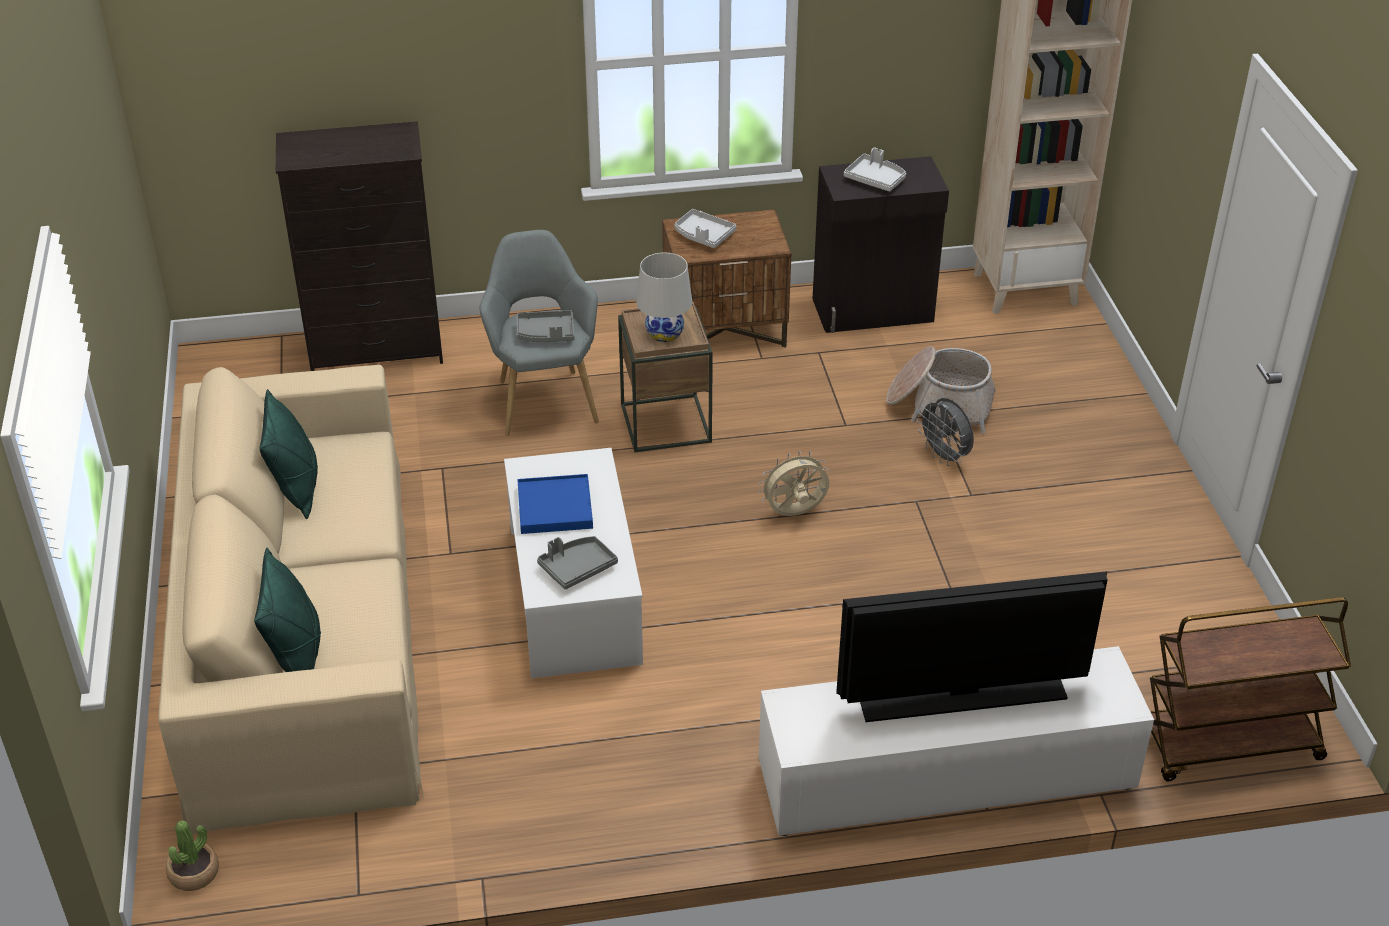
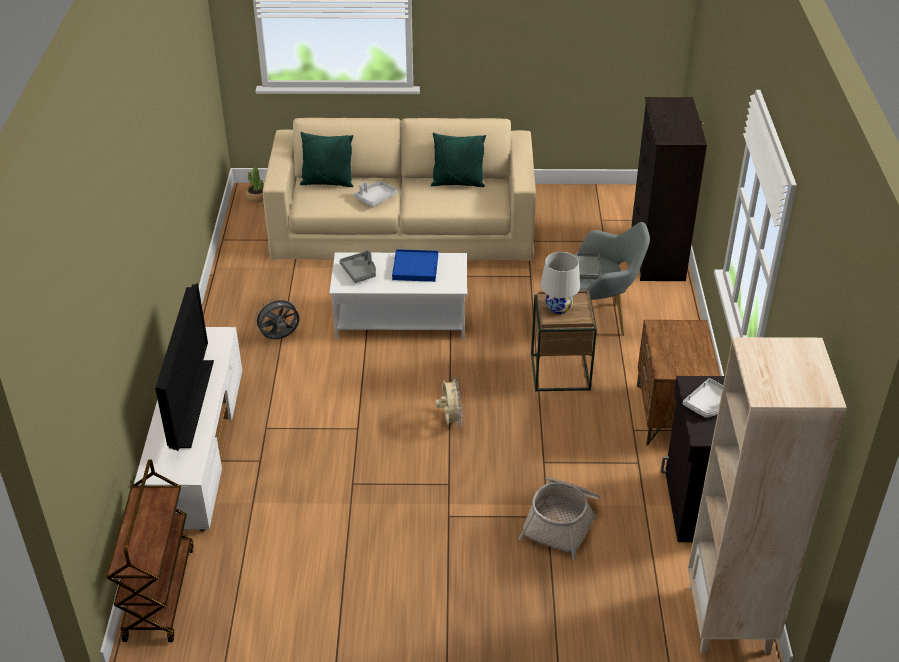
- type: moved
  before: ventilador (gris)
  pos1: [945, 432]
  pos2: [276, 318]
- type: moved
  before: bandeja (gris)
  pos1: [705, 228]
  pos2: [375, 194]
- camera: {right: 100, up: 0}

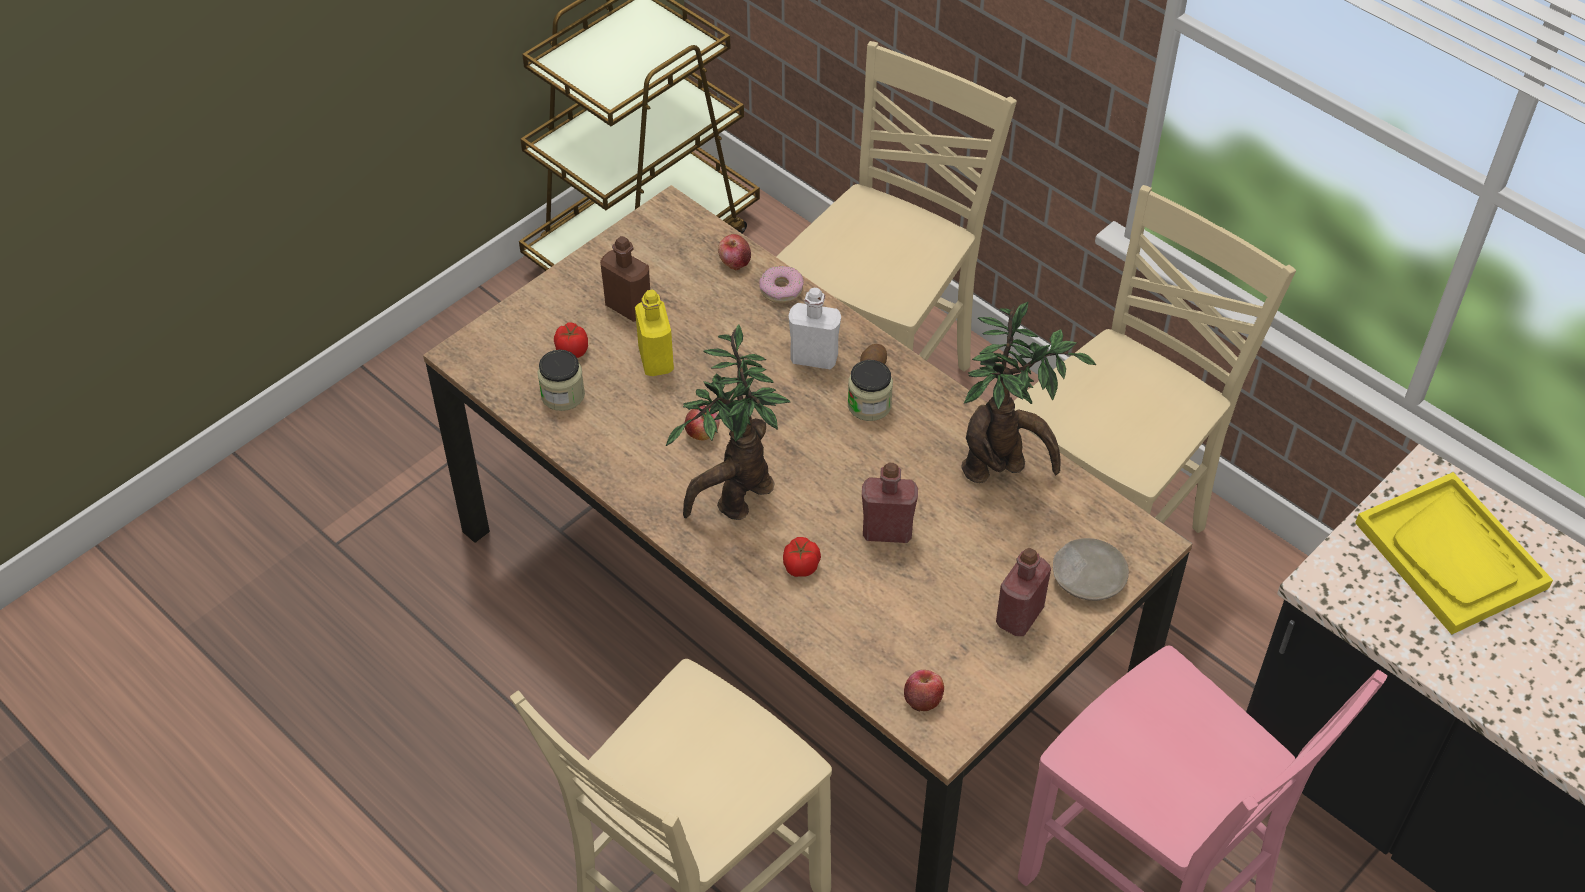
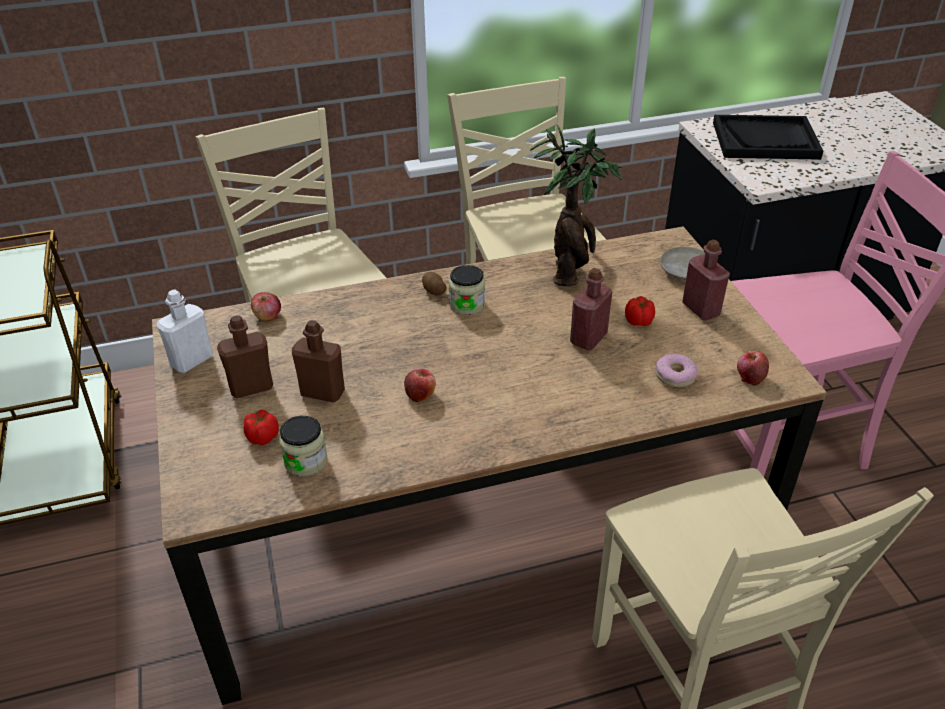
- type: moved
  before: botella (blanco)
  pos1: [814, 328]
  pos2: [185, 331]
- type: recoloured
  before: botella (amarillo)
  after: botella (marrón)
  pos1: [654, 332]
  pos2: [318, 361]
- type: moved
  before: tomate
  pos1: [802, 557]
  pos2: [640, 311]
- type: moved
  before: rosquilla
  pos1: [781, 284]
  pos2: [676, 370]
- type: recoloured
  before: bandeja (amarillo)
  after: bandeja (negro)
  pos1: [1454, 553]
  pos2: [768, 137]
- type: removed
  before: planta en maceta
  pos1: [728, 422]
- camera: {right: -60, up: -10}

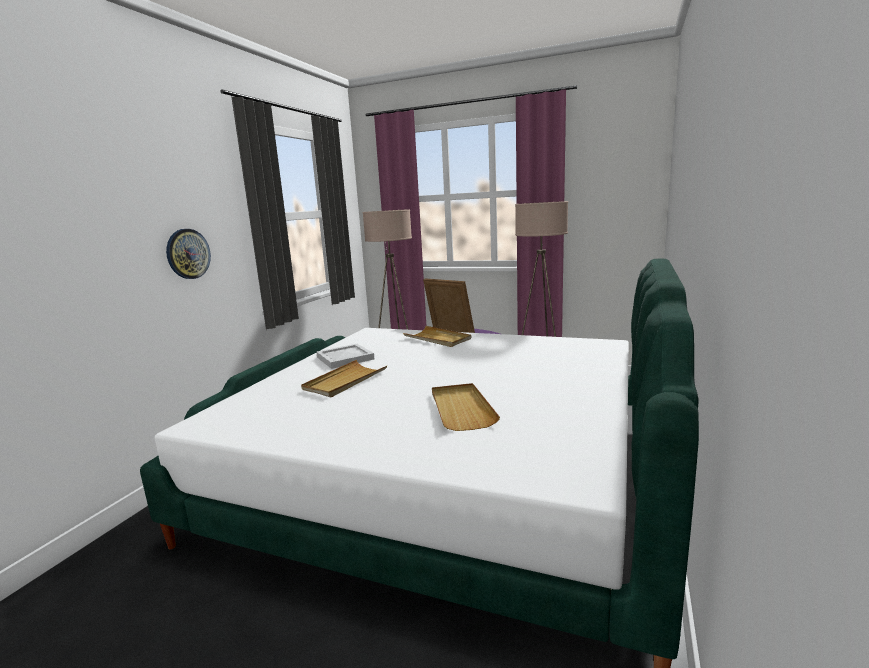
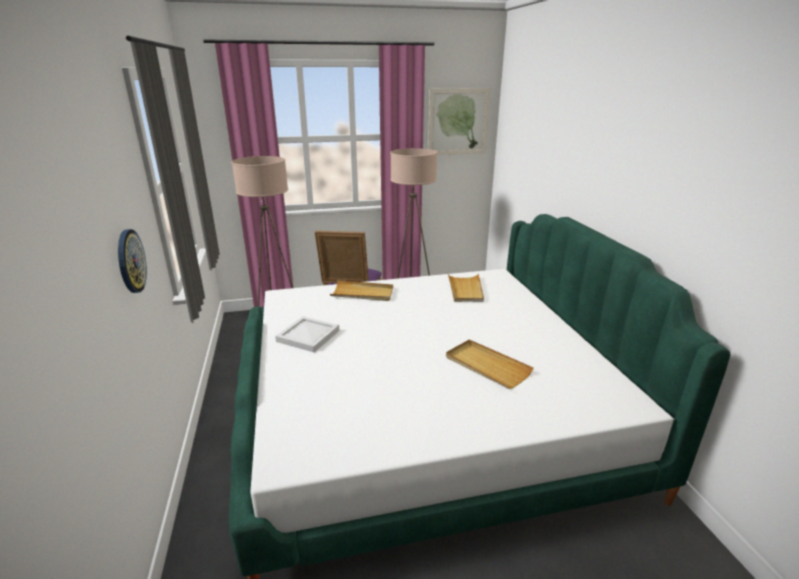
- type: added
  after: cuadro
  pos2: [459, 121]
- type: moved
  before: bandeja (beis)
  pos1: [344, 378]
  pos2: [466, 287]
- camera: {right: -35, up: 10}

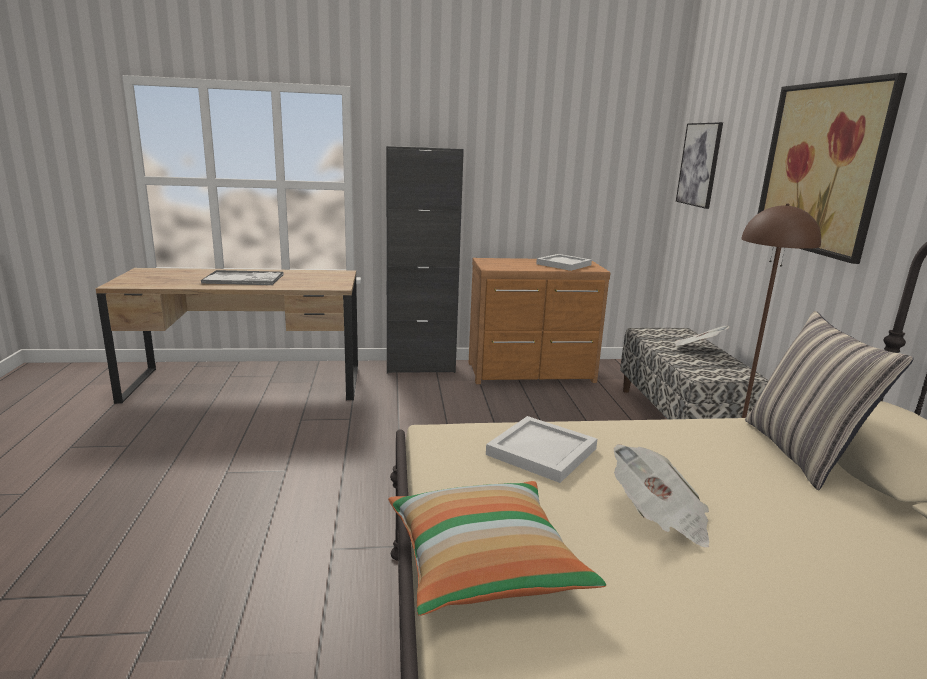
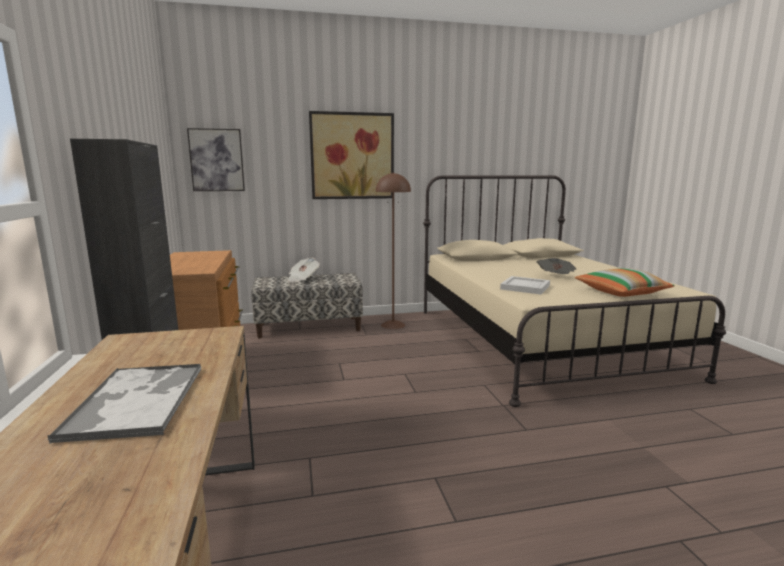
- type: removed
  before: bandeja (blanco)
  pos1: [564, 262]
- type: removed
  before: cojín
  pos1: [829, 400]
- camera: {right: -95, up: -5}

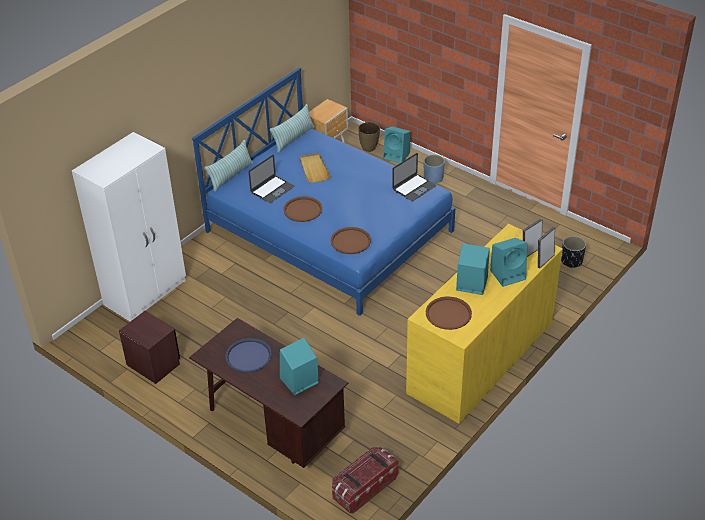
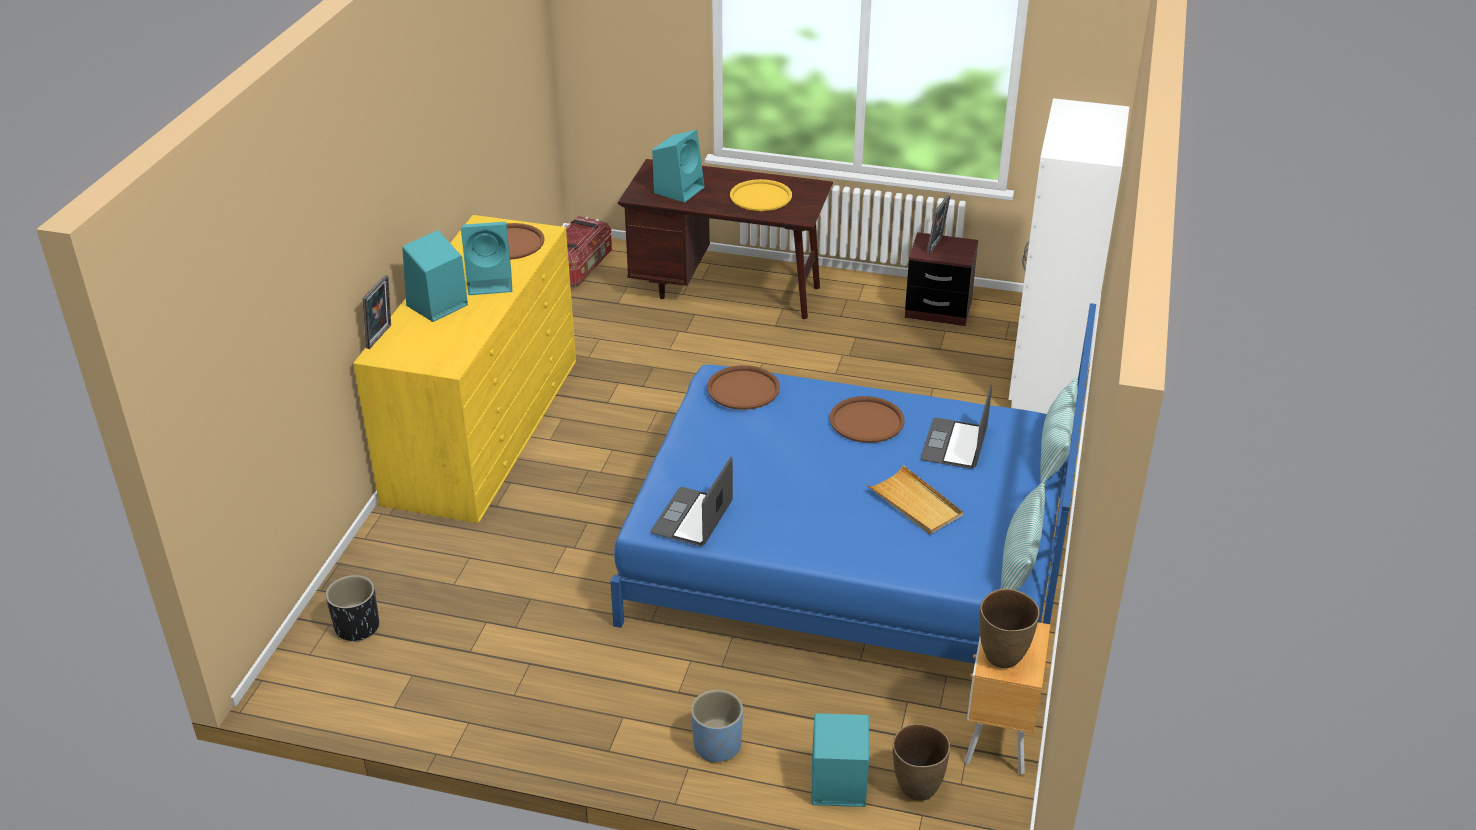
- type: recoloured
  before: bandeja (azul)
  after: bandeja (amarillo)
  pos1: [248, 355]
  pos2: [761, 195]
- type: moved
  before: portarretratos
  pos1: [533, 238]
  pos2: [939, 225]
- type: added
  after: florero (marrón)
  pos2: [1010, 628]
- camera: {right: 155, up: -5}

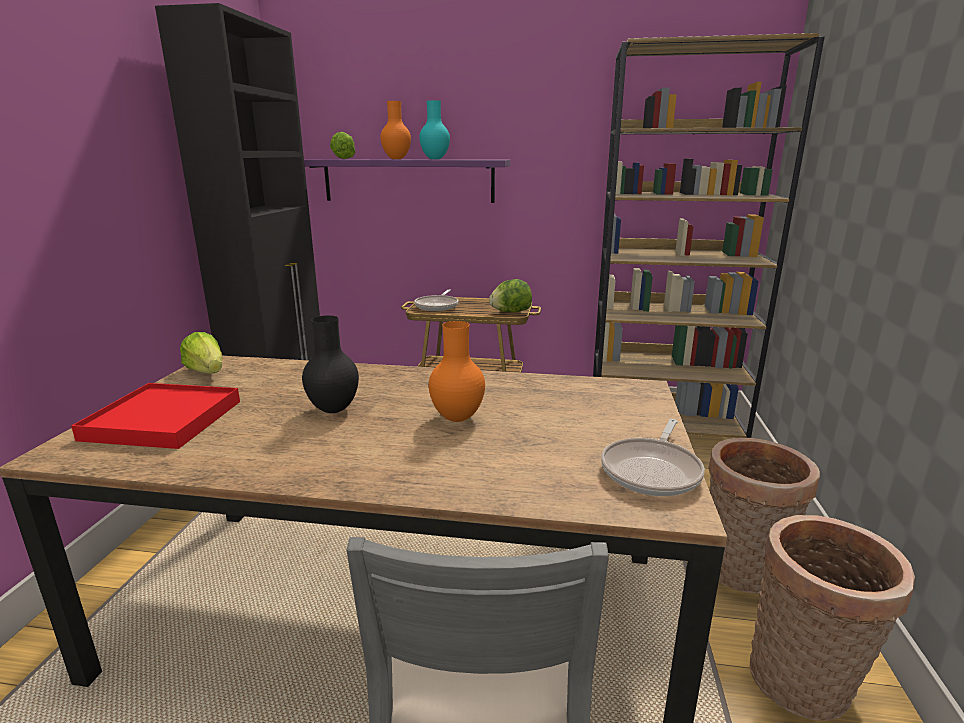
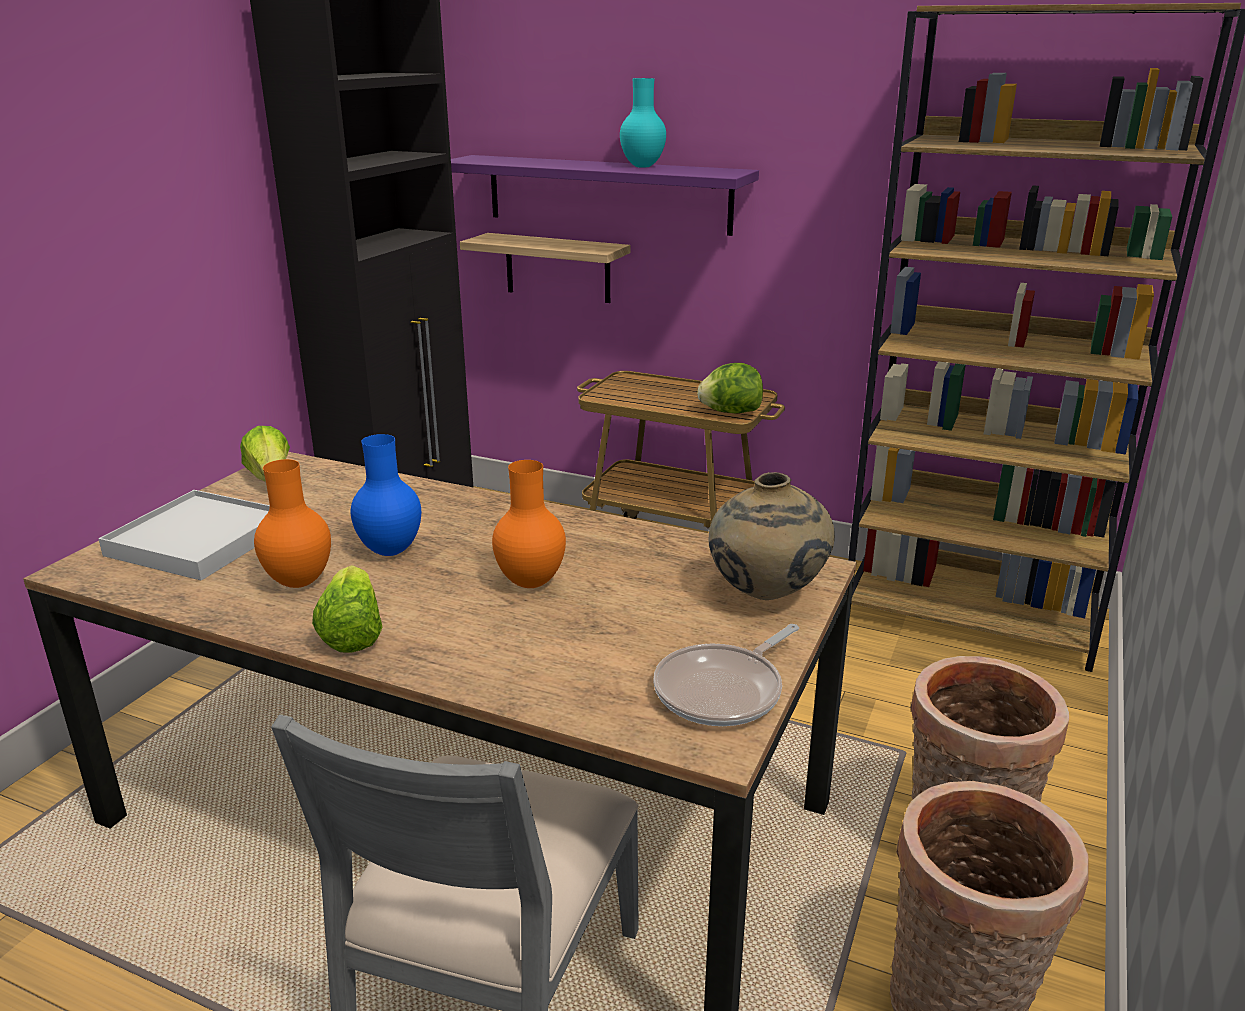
- type: recoloured
  before: bandeja (rojo)
  after: bandeja (blanco)
  pos1: [155, 416]
  pos2: [184, 535]
- type: moved
  before: florero (naranja)
  pos1: [395, 130]
  pos2: [292, 523]
- type: moved
  before: lechuga
  pos1: [342, 145]
  pos2: [347, 609]
- type: recoloured
  before: florero (negro)
  after: florero (azul)
  pos1: [330, 364]
  pos2: [386, 495]
- type: added
  after: estante
  pos2: [545, 268]
- type: added
  after: florero (beis)
  pos2: [772, 536]
- type: removed
  before: sartén
  pos1: [436, 300]
- camera: {right: 15, up: 5}

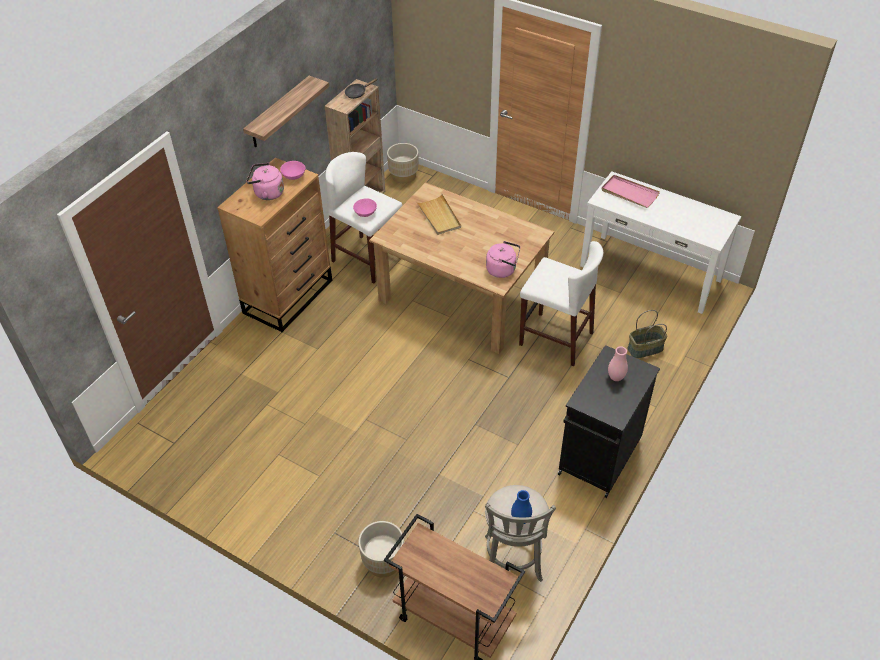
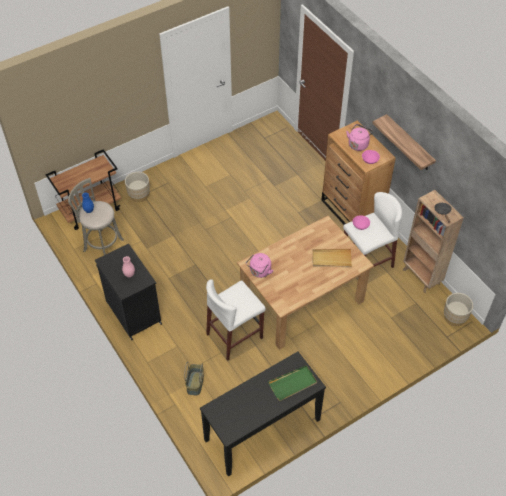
- type: recoloured
  before: mesa consola (blanco)
  after: mesa consola (negro)
  pos1: [660, 242]
  pos2: [263, 414]
- type: recoloured
  before: bandeja (rosa)
  after: bandeja (verde)
  pos1: [631, 191]
  pos2: [292, 383]
- camera: {right: 115, up: 5}

